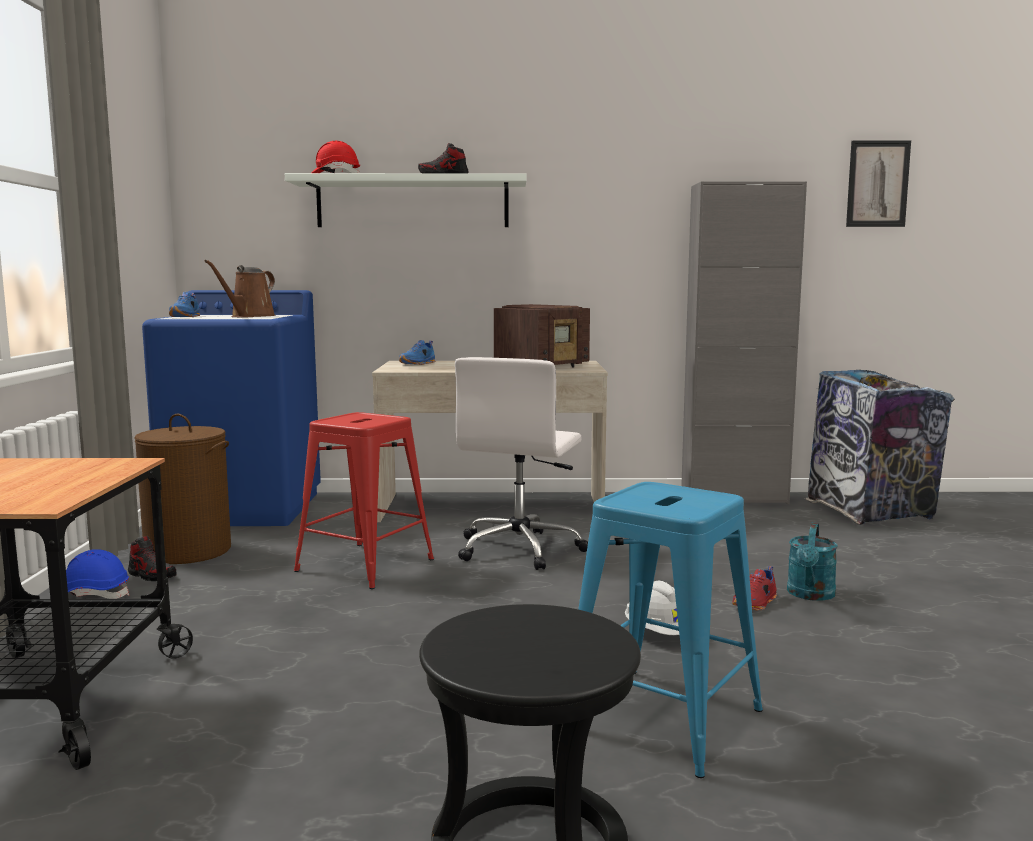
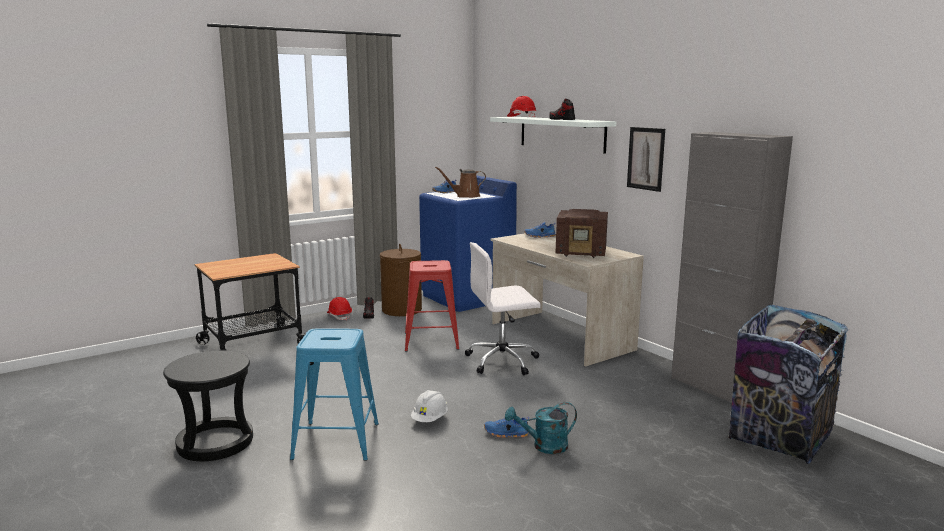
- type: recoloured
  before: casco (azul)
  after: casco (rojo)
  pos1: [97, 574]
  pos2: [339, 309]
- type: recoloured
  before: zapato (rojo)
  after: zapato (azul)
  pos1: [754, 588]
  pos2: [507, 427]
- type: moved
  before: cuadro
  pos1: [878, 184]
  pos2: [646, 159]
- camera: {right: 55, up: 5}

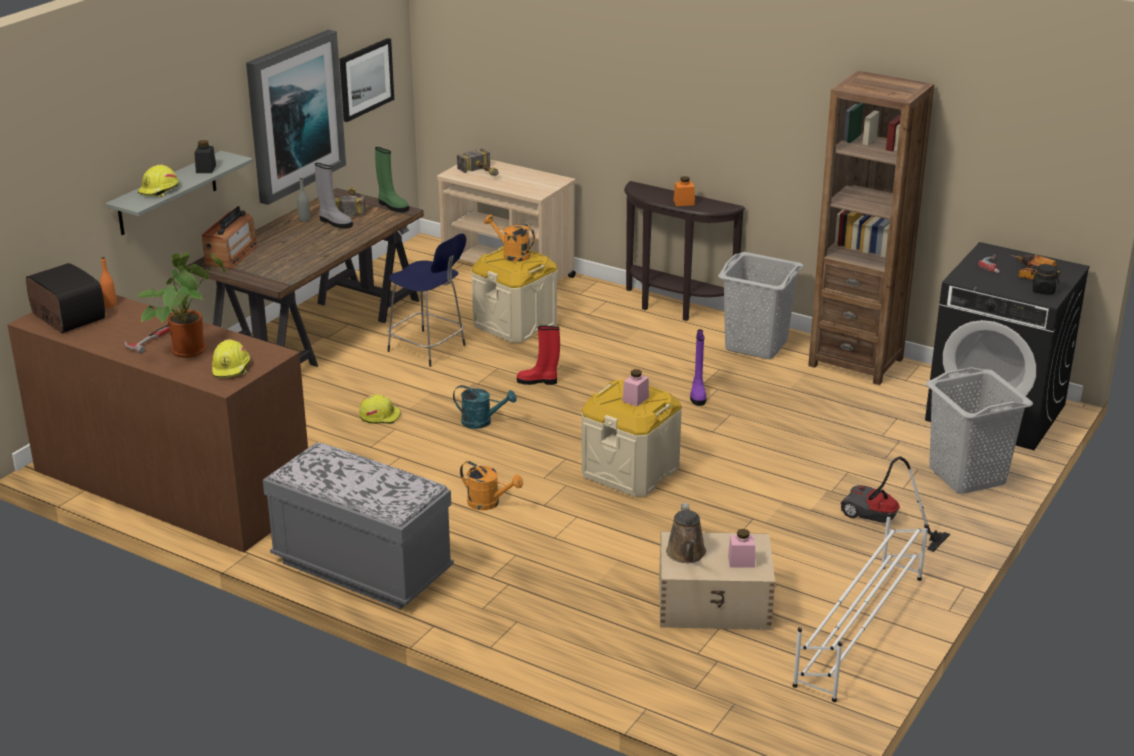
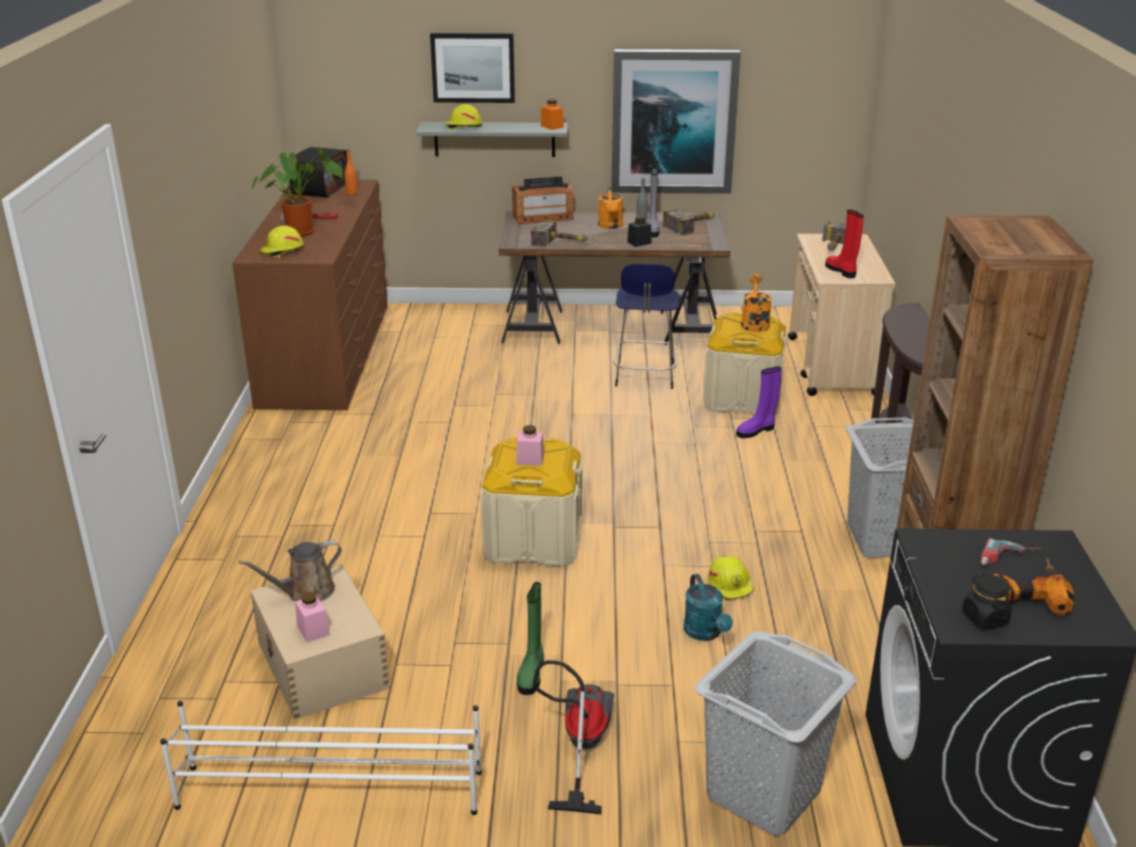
- type: moved
  before: cuadro
  pos1: [366, 80]
  pos2: [472, 68]
- type: moved
  before: bota (verde)
  pos1: [392, 179]
  pos2: [530, 638]
- type: added
  after: martillo
  pos2: [559, 233]
- type: moved
  before: tarro (naranja)
  pos1: [684, 191]
  pos2: [552, 114]
- type: moved
  before: regadera (naranja)
  pos1: [491, 485]
  pos2: [610, 207]
- type: moved
  before: tarro (negro)
  pos1: [205, 156]
  pos2: [639, 231]
- type: moved
  before: regadera (turquesa)
  pos1: [484, 407]
  pos2: [708, 607]
- type: moved
  before: casco (amarillo)
  pos1: [380, 409]
  pos2: [731, 577]
- type: moved
  before: bota (morado)
  pos1: [698, 367]
  pos2: [758, 402]
- type: moved
  before: bota (rojo)
  pos1: [538, 355]
  pos2: [844, 244]
- type: removed
  before: banco (gris)
  pos1: [358, 526]
- camera: {right: 60, up: 0}

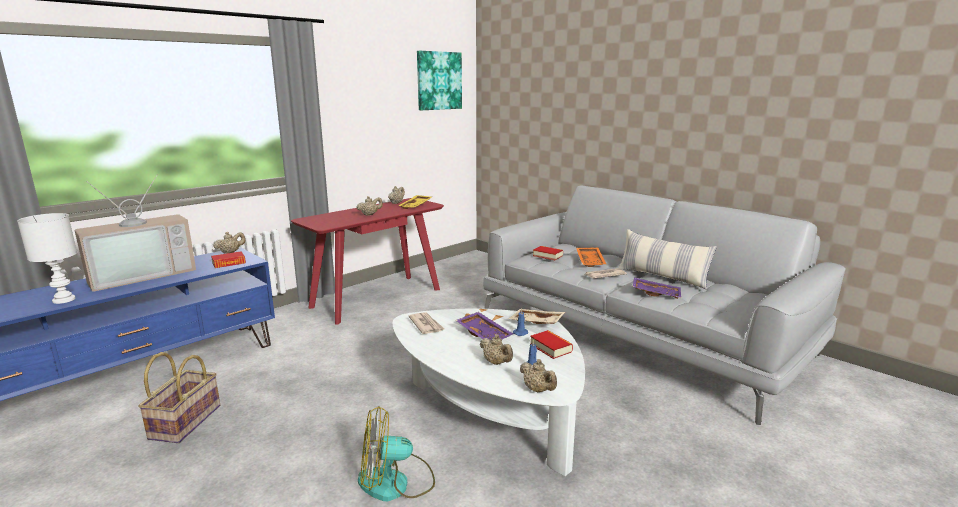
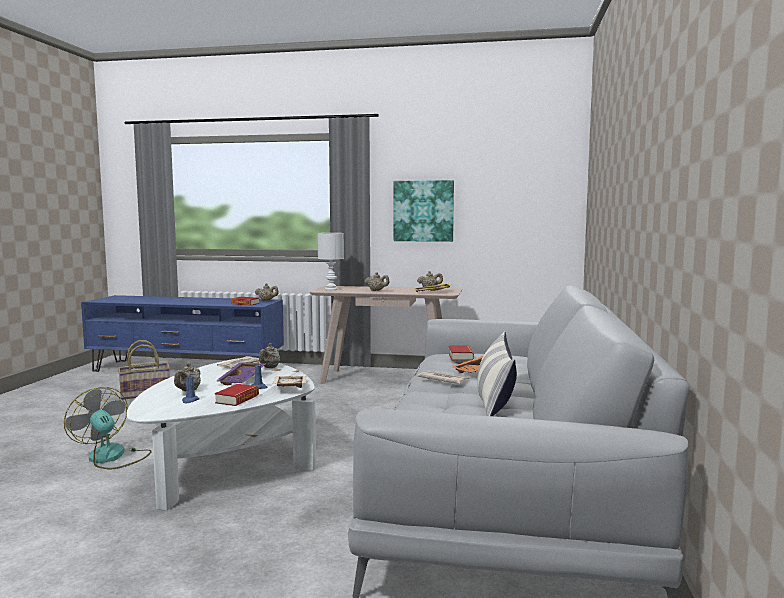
- type: moved
  before: tetera (beis)
  pos1: [538, 375]
  pos2: [269, 355]
- type: recoloured
  before: mesa consola (rojo)
  after: mesa consola (beis)
  pos1: [367, 261]
  pos2: [386, 335]
- type: moved
  before: lámpara de mesa (blanco)
  pos1: [47, 258]
  pos2: [331, 261]
- type: moved
  before: cuadro
  pos1: [439, 80]
  pos2: [424, 211]
- type: removed
  before: televisor
  pos1: [135, 233]
- type: removed
  before: bandeja (morado)
  pos1: [657, 288]
- camera: {right: 55, up: -10}

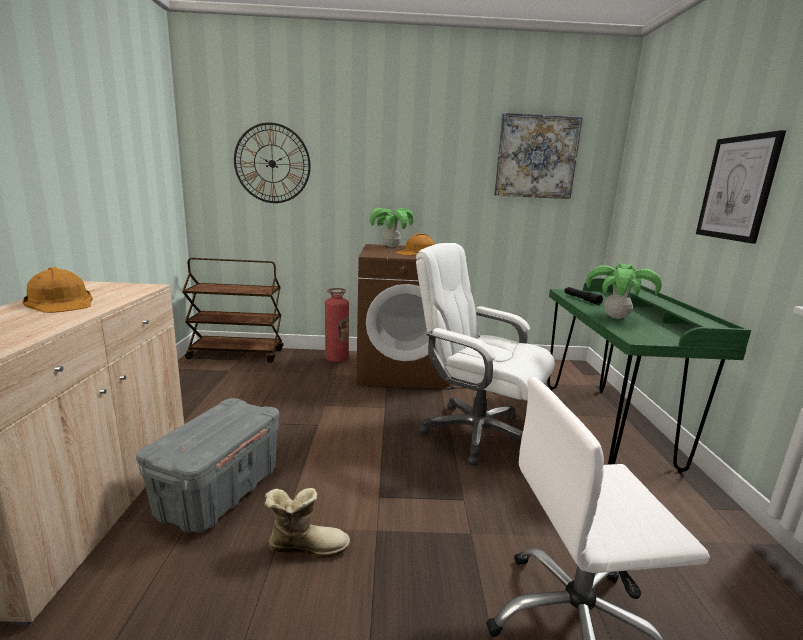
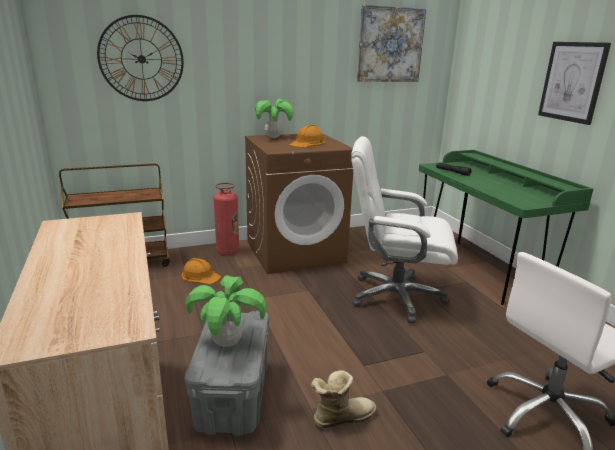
- type: moved
  before: casco (naranja)
  pos1: [57, 290]
  pos2: [201, 271]
- type: moved
  before: planta en maceta
  pos1: [624, 291]
  pos2: [226, 311]
- camera: {right: -20, up: 5}

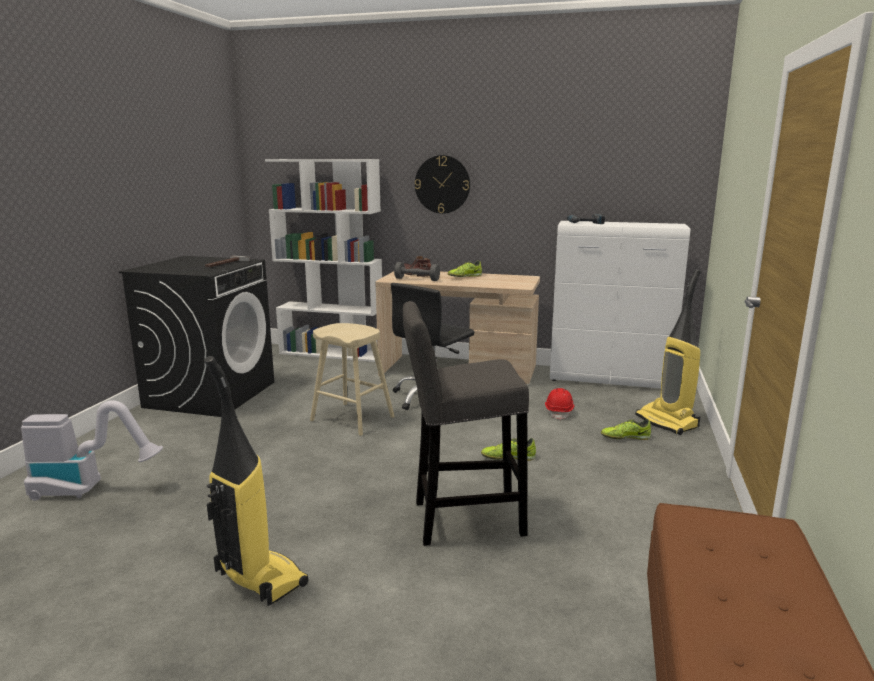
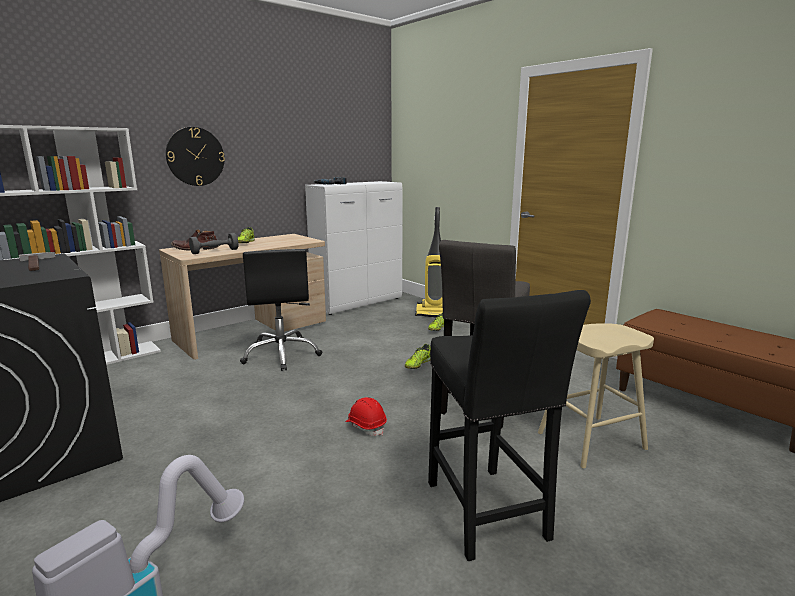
- type: moved
  before: casco (rojo)
  pos1: [560, 404]
  pos2: [366, 416]
- type: replaced
  before: aspiradora
  after: taburete (negro)
  pos1: [256, 481]
  pos2: [509, 425]
- type: moved
  before: taburete (beis)
  pos1: [352, 379]
  pos2: [596, 395]
- camera: {right: -55, up: 0}

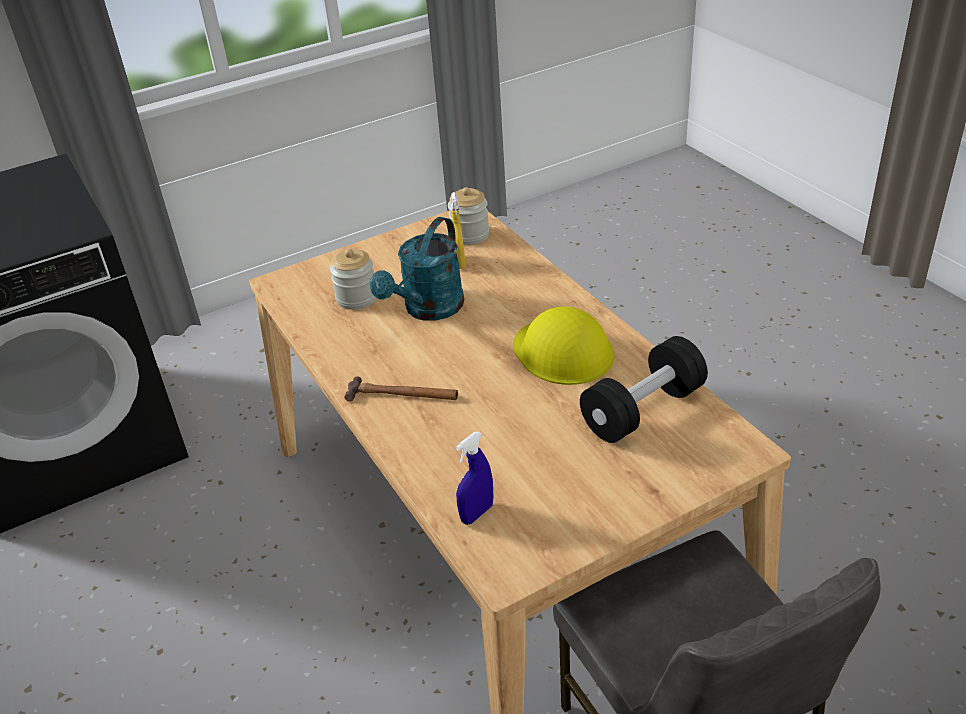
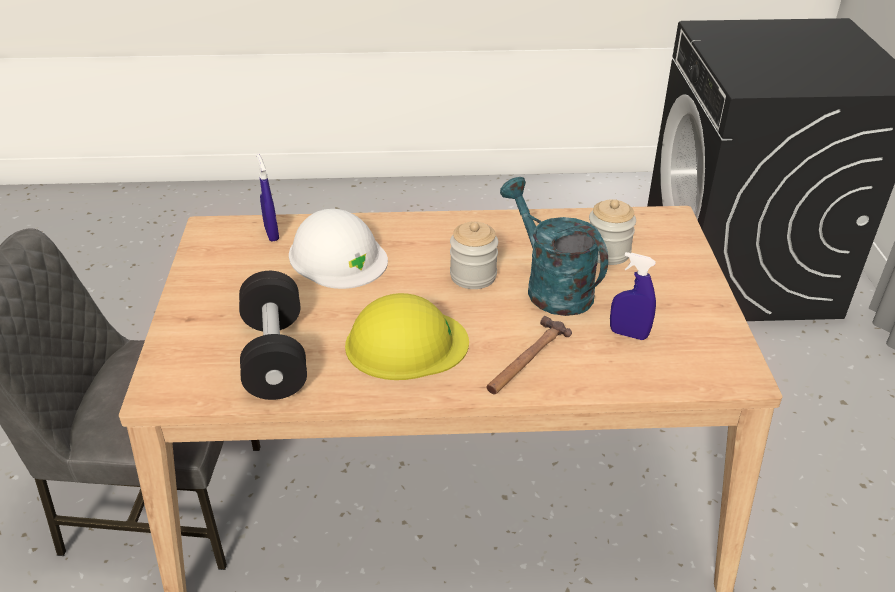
- type: added
  after: casco (blanco)
  pos2: [338, 249]
- type: moved
  before: tarro
  pos1: [468, 216]
  pos2: [474, 255]
- type: moved
  before: martillo
  pos1: [401, 389]
  pos2: [529, 355]
- type: recoloured
  before: pulverizador (amarillo)
  after: pulverizador (azul)
  pos1: [459, 230]
  pos2: [633, 296]
- camera: {right: 115, up: 0}

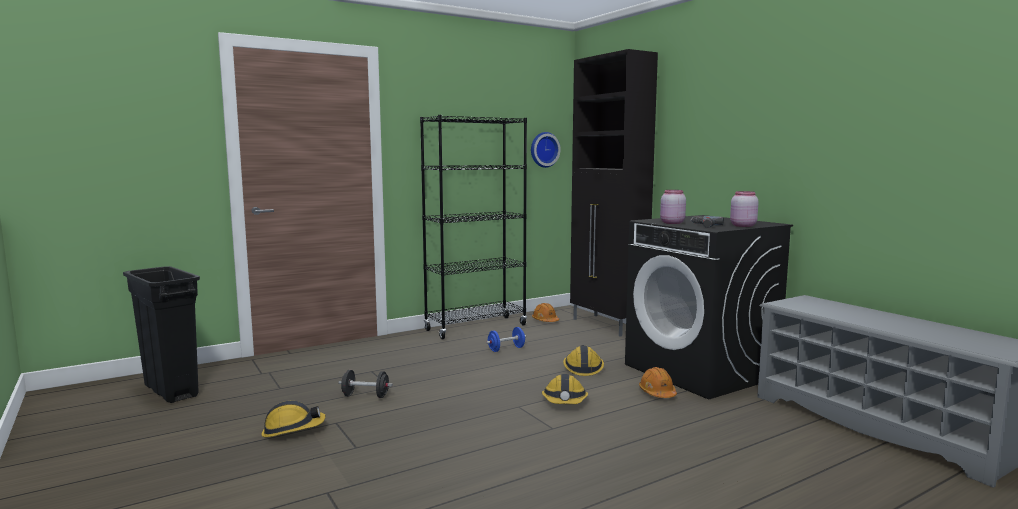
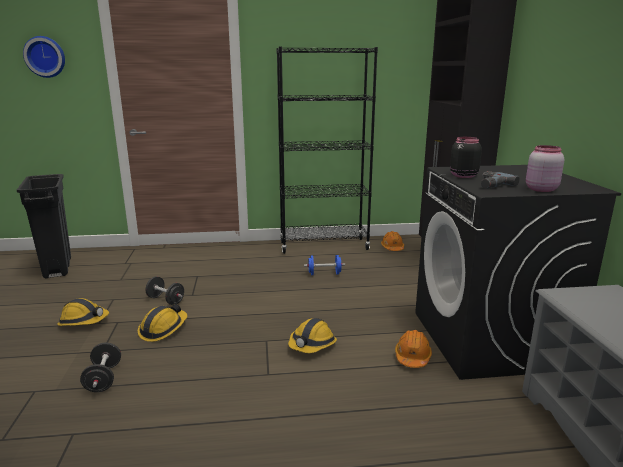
- type: moved
  before: reloj de pared
  pos1: [546, 150]
  pos2: [44, 57]
- type: added
  after: mancuerna (negro)
  pos2: [100, 367]
- type: moved
  before: casco
  pos1: [583, 360]
  pos2: [162, 323]
- type: recoloured
  before: tarro (rosa)
  after: tarro (negro)
  pos1: [673, 207]
  pos2: [466, 157]
- camera: {right: 25, up: 10}

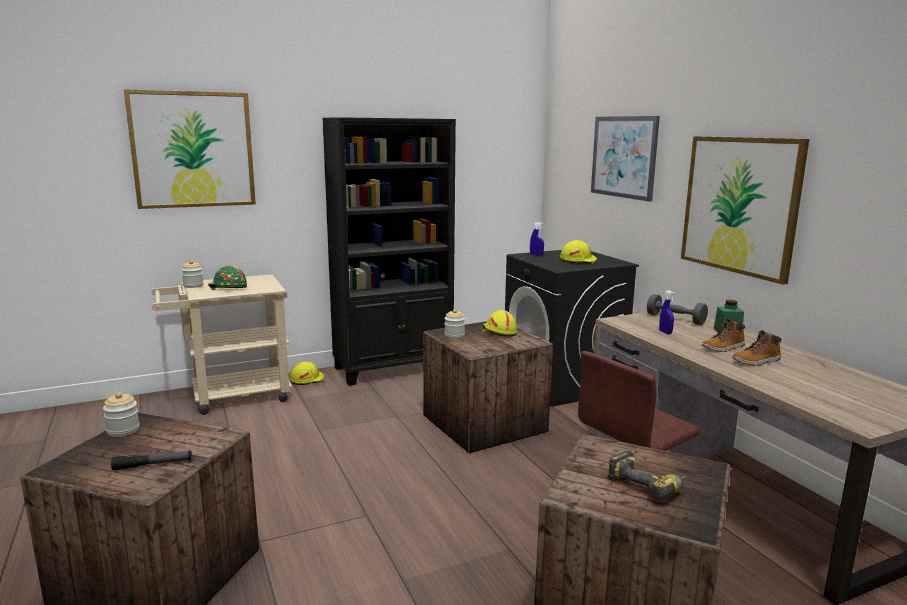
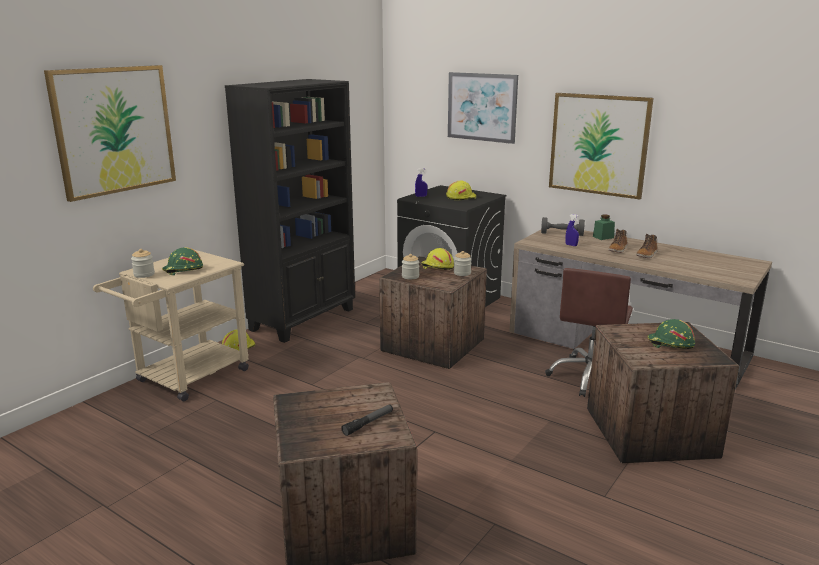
- type: moved
  before: tarro
  pos1: [121, 414]
  pos2: [463, 263]
- type: replaced
  before: taladro
  after: casco (verde)
  pos1: [647, 475]
  pos2: [671, 334]
- camera: {right: -30, up: 5}

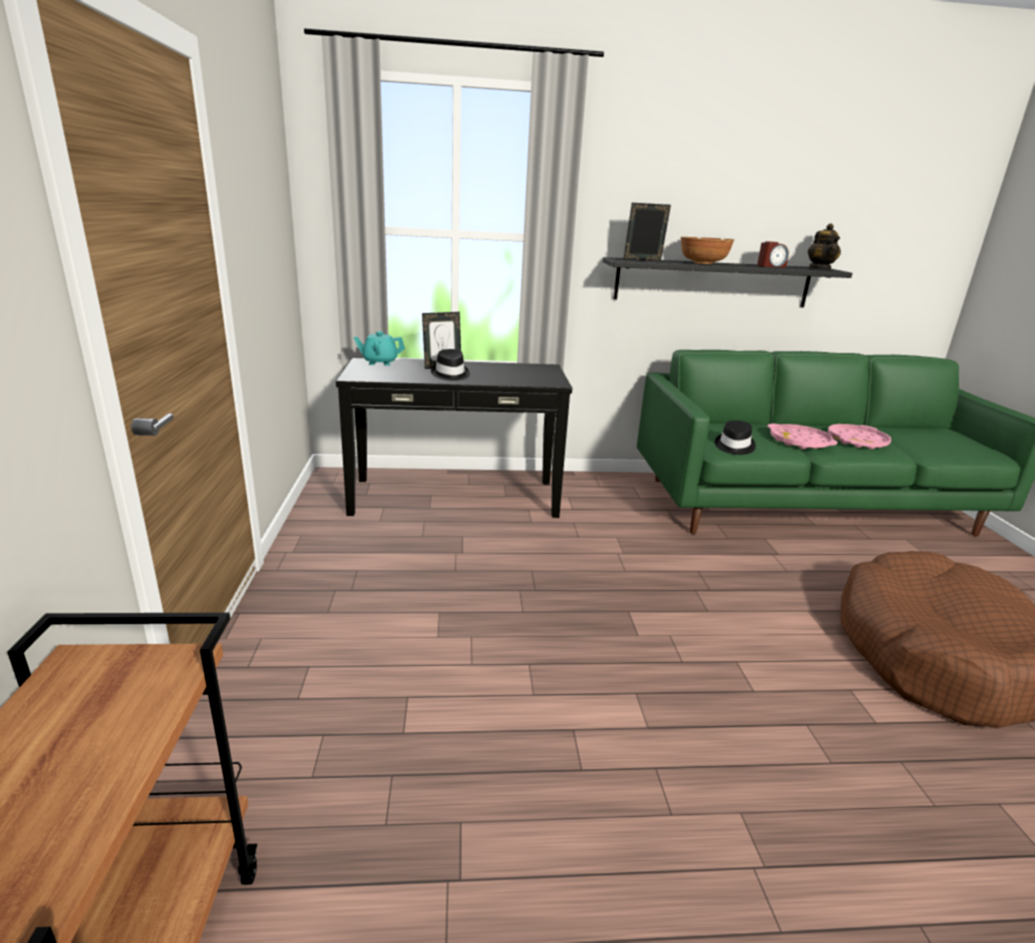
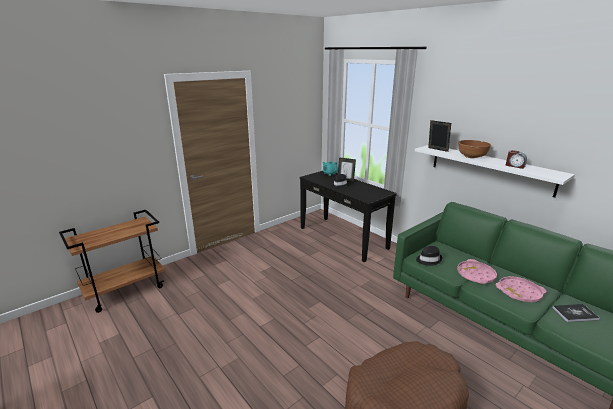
- type: recoloured
  before: estante (negro)
  after: estante (blanco)
  pos1: [727, 282]
  pos2: [495, 171]
- type: added
  after: libro
  pos2: [576, 313]
- type: removed
  before: tetera
  pos1: [824, 246]
- camera: {right: 55, up: 0}

